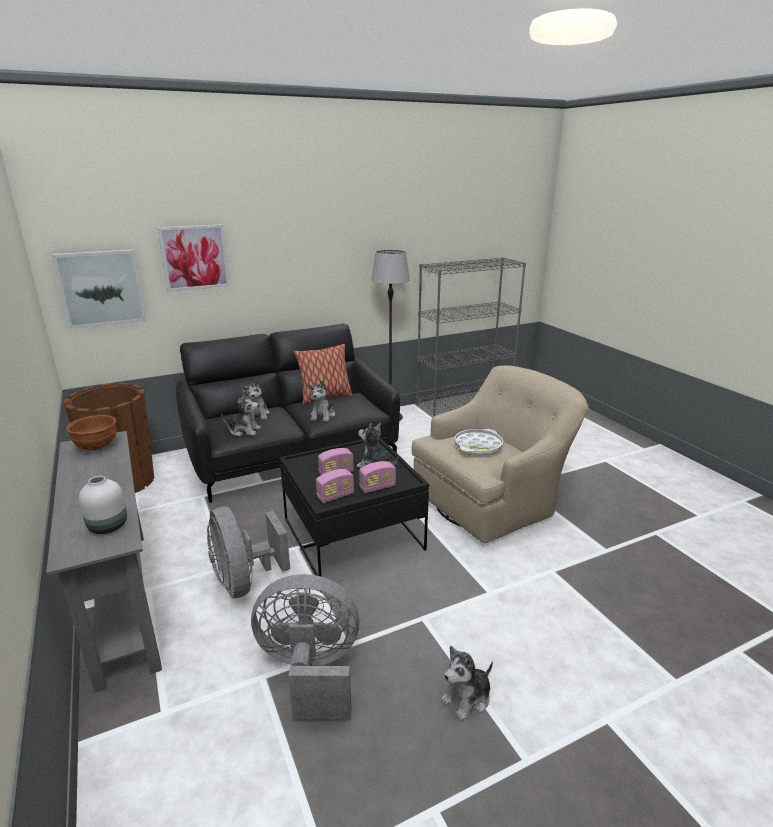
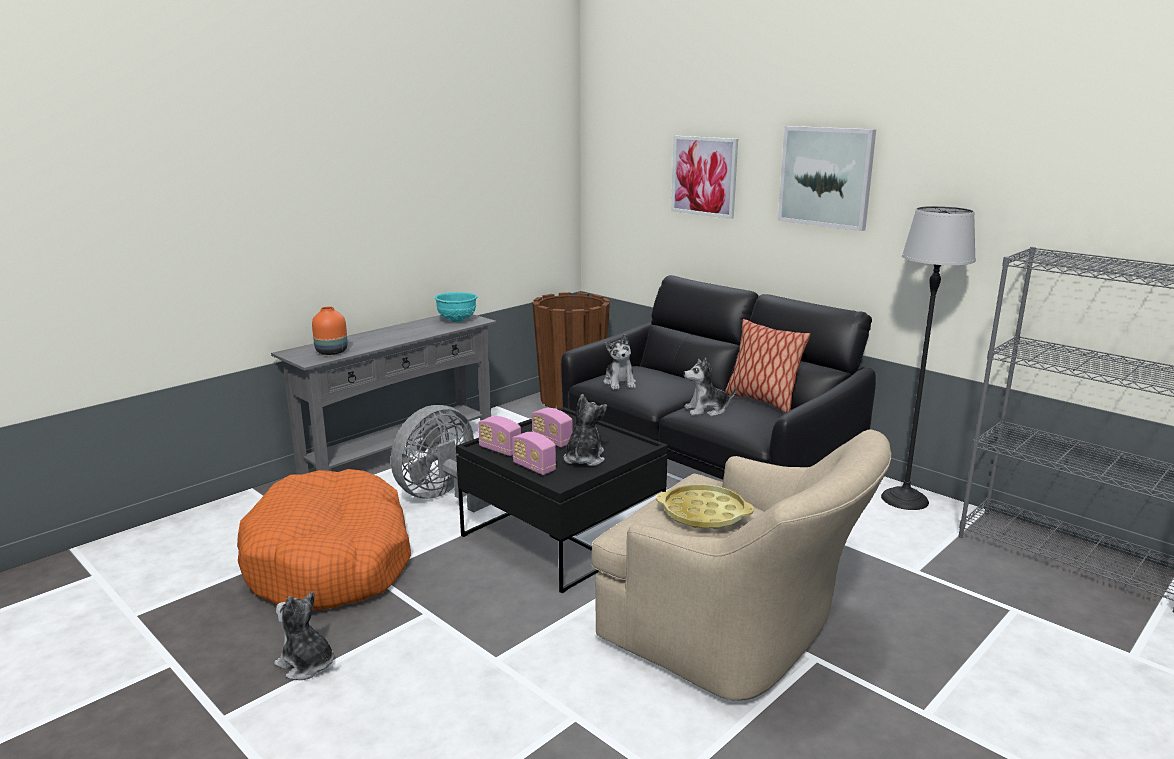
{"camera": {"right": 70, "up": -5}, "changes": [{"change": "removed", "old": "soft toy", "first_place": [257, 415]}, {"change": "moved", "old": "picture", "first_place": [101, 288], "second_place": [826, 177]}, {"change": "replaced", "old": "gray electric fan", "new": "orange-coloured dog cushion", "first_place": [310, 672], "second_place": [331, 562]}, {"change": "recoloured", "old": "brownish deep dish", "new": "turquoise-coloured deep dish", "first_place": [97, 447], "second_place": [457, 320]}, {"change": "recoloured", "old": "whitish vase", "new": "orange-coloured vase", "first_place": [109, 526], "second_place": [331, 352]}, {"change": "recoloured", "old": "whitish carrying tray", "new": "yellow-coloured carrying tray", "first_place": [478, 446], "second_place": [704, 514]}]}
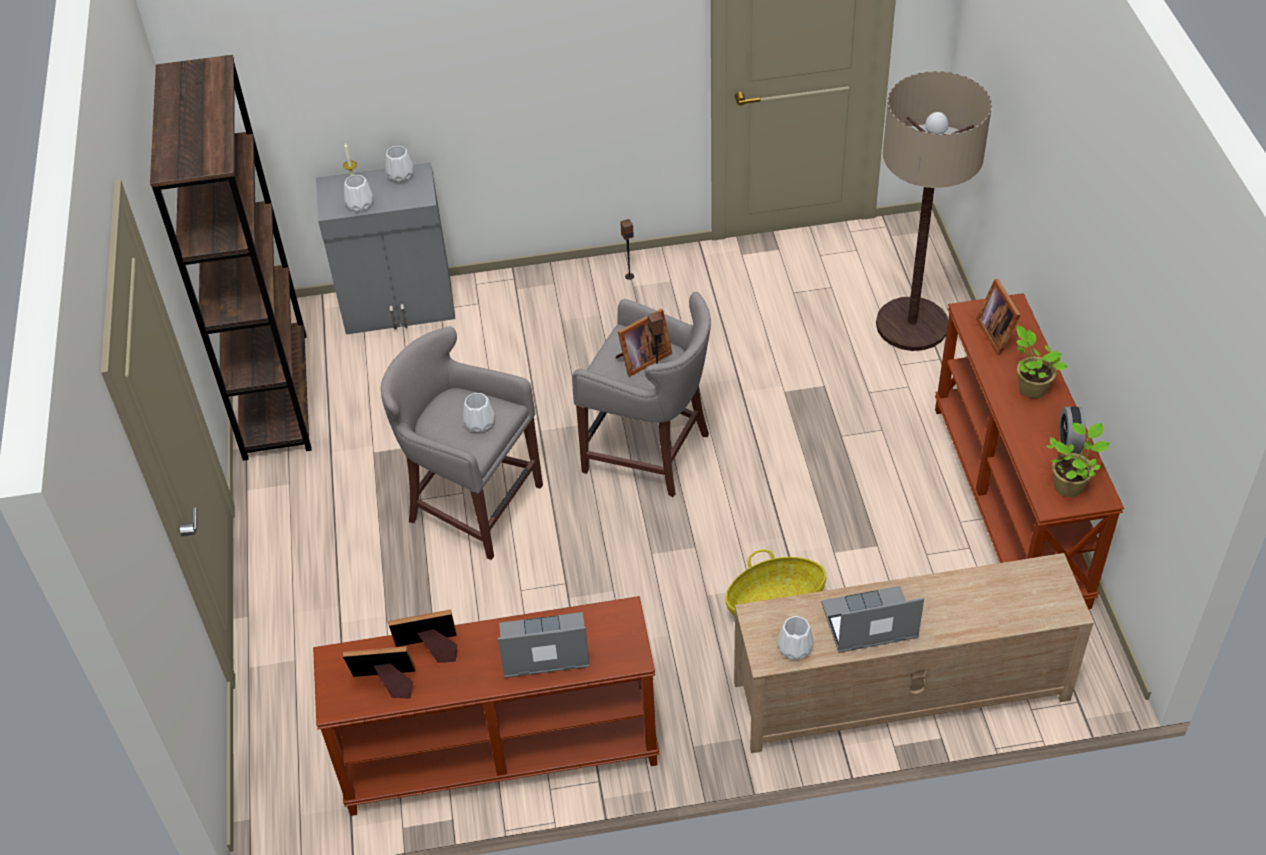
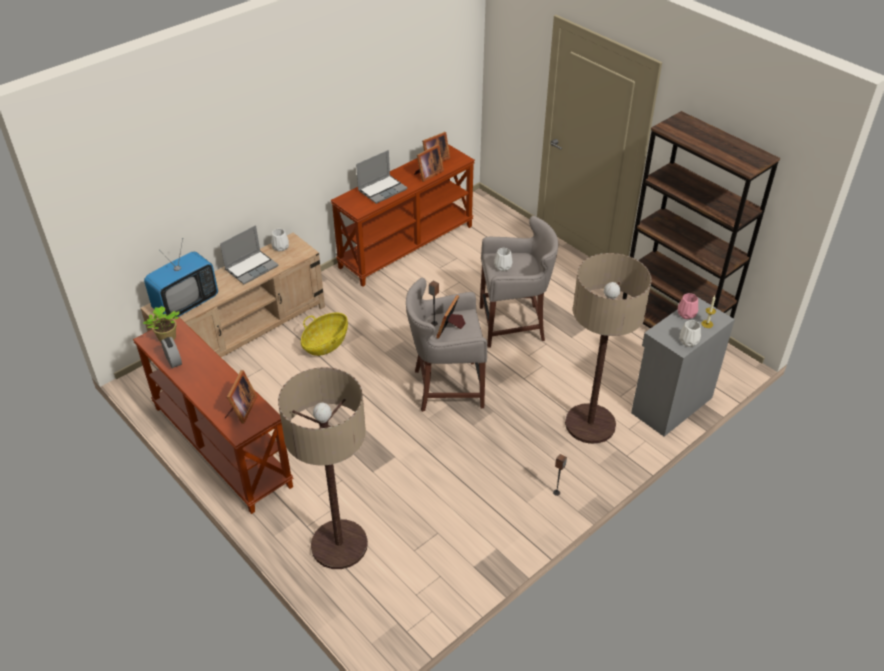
{"camera": {"right": 145, "up": -5}, "changes": [{"change": "removed", "old": "houseplant", "first_place": [1030, 387]}, {"change": "added", "new": "TV", "second_place": [186, 303]}, {"change": "added", "new": "standing lamp", "second_place": [590, 424]}, {"change": "recoloured", "old": "whitish vase", "new": "pink vase", "first_place": [360, 204], "second_place": [687, 314]}, {"change": "turned", "old": "photo frame", "first_place": [997, 333], "second_place": [241, 410], "degrees": 60}]}
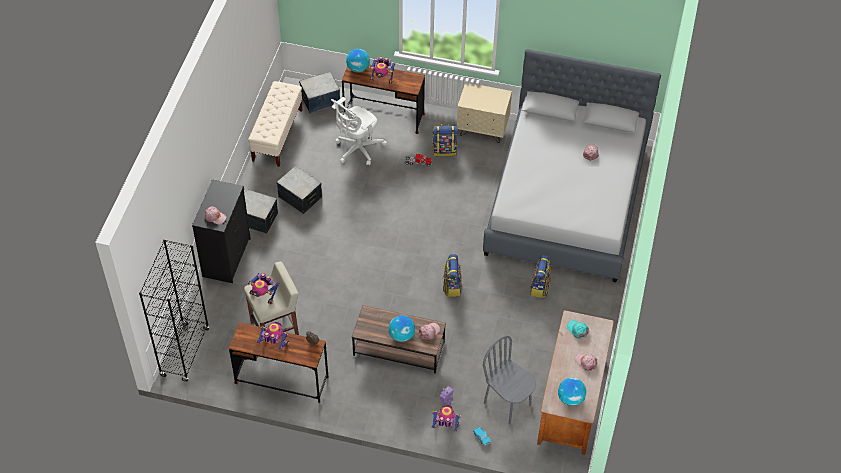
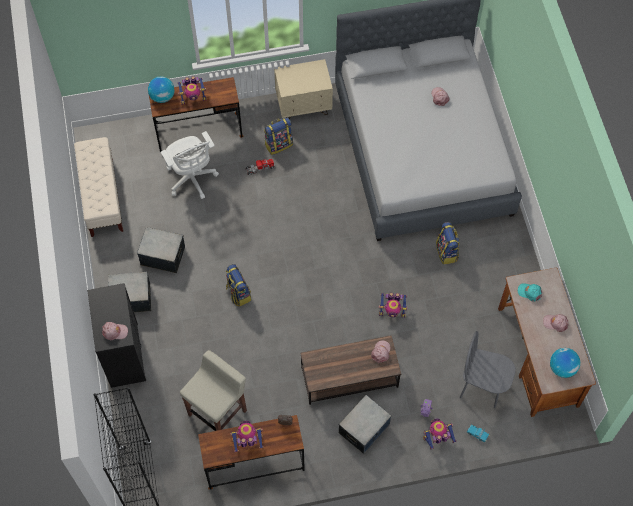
{"camera": {"right": -25, "up": 10}, "changes": [{"change": "removed", "old": "world globe", "first_place": [401, 336]}, {"change": "moved", "old": "robot figure", "first_place": [263, 295], "second_place": [392, 311]}, {"change": "moved", "old": "storage container", "first_place": [320, 100], "second_place": [364, 429]}, {"change": "moved", "old": "backpack", "first_place": [452, 286], "second_place": [238, 293]}, {"change": "turned", "old": "whitish office chair", "first_place": [357, 150], "second_place": [192, 179], "degrees": -45}]}
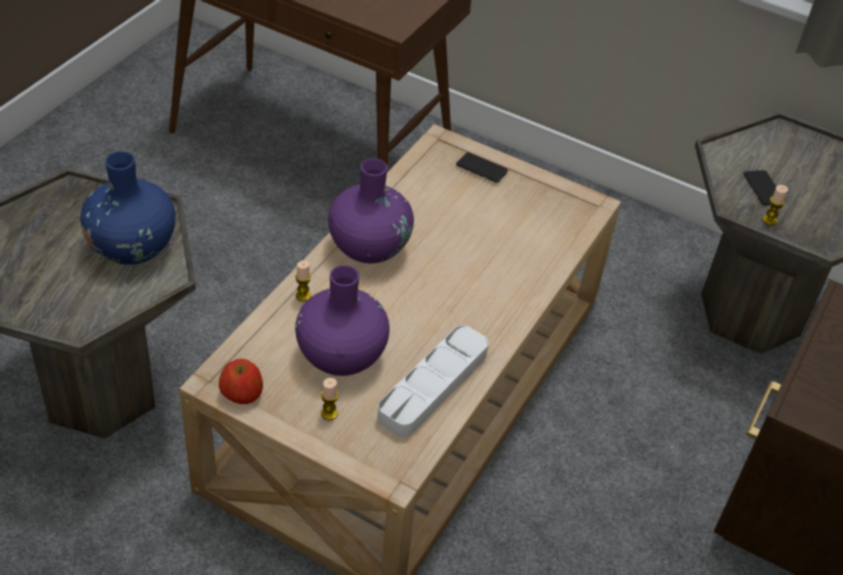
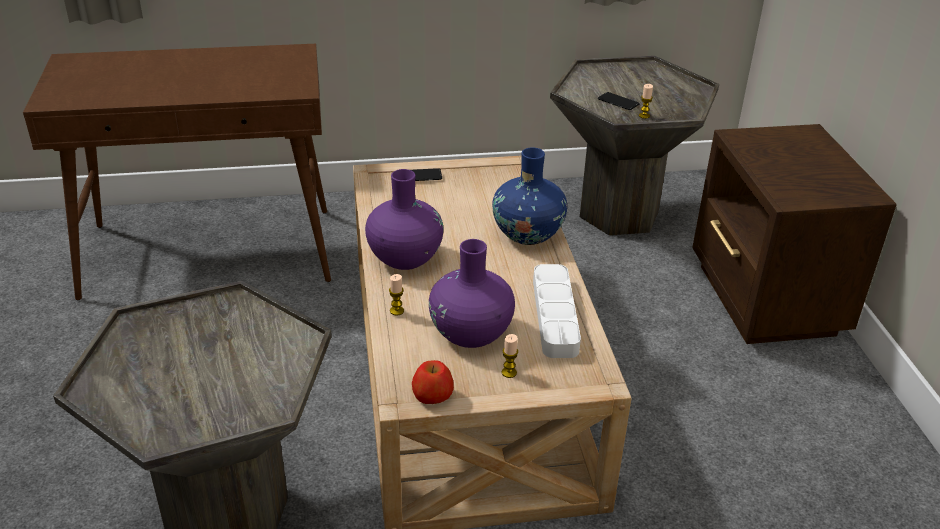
{"camera": {"right": -35, "up": -10}, "changes": [{"change": "moved", "old": "bluish vase", "first_place": [132, 247], "second_place": [528, 233]}]}
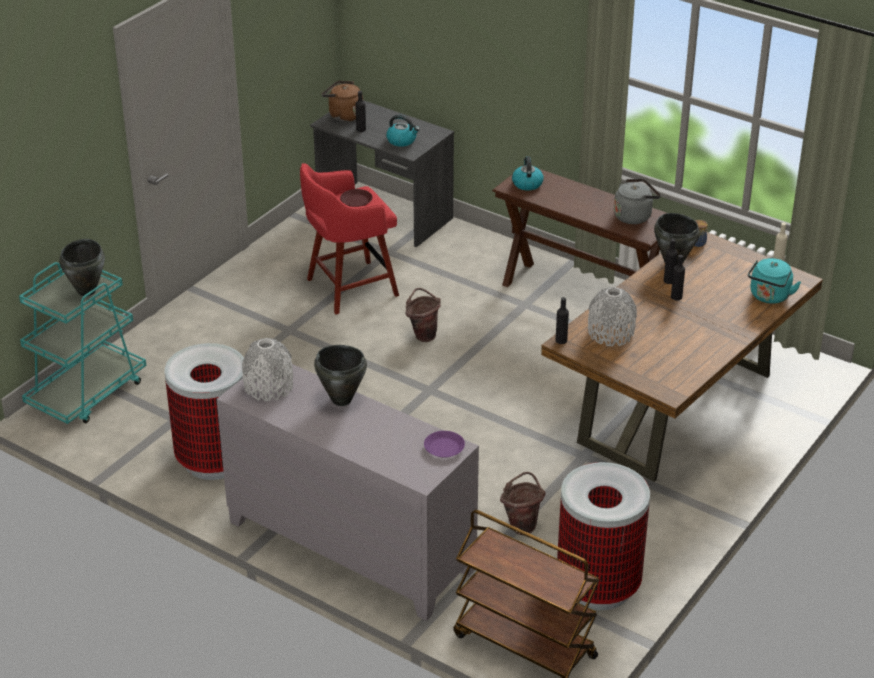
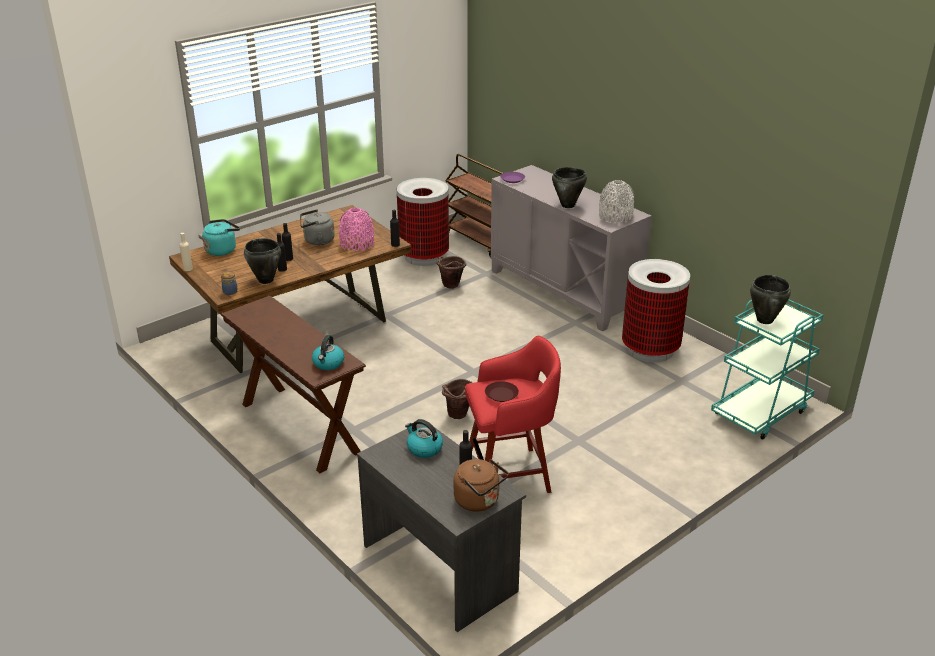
{"camera": {"right": -165, "up": -5}, "changes": [{"change": "moved", "old": "gray water kettle", "first_place": [634, 216], "second_place": [317, 241]}, {"change": "recoloured", "old": "gray vase", "new": "pink vase", "first_place": [610, 333], "second_place": [357, 244]}]}
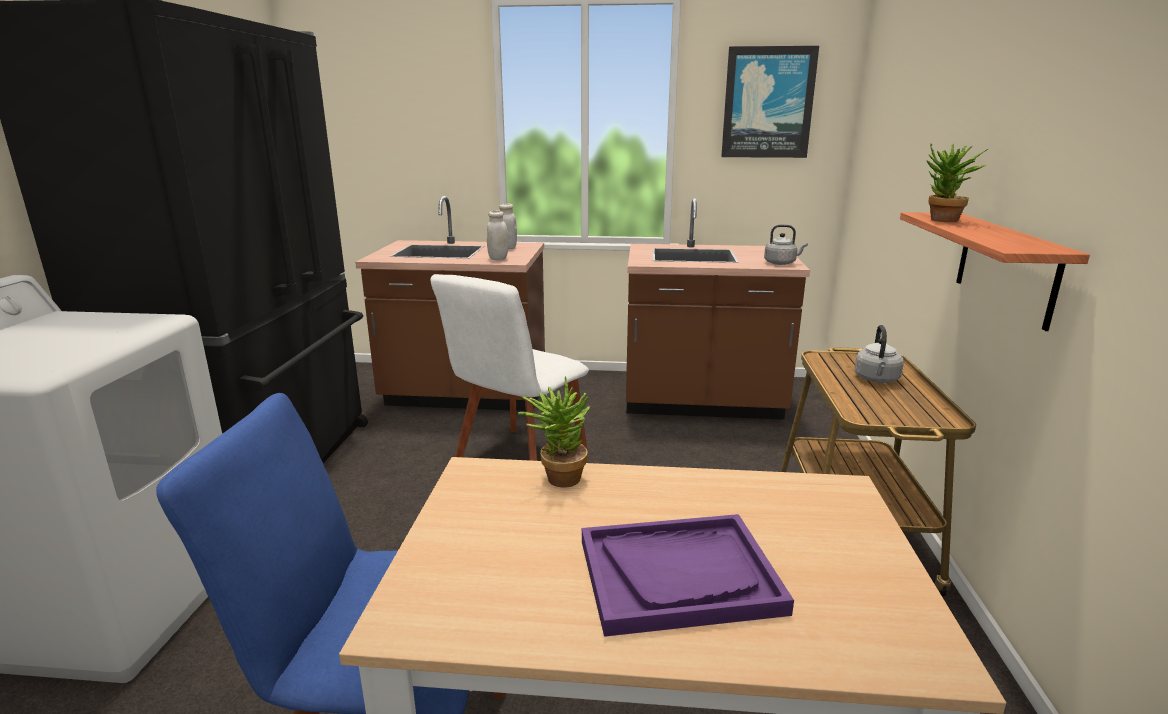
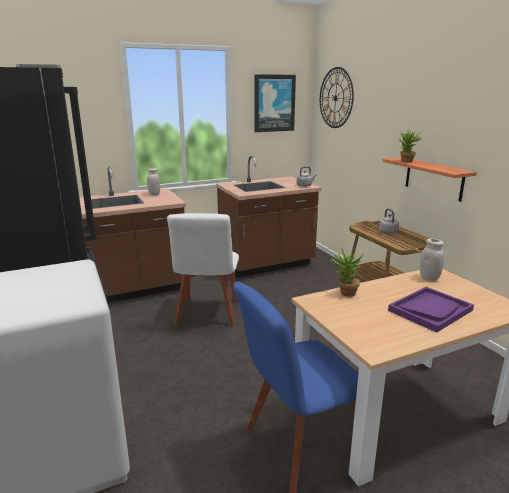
{"camera": {"right": -30, "up": 0}, "changes": [{"change": "added", "new": "clock on the wall", "second_place": [335, 98]}, {"change": "moved", "old": "whitish storage jar", "first_place": [498, 258], "second_place": [429, 278]}]}
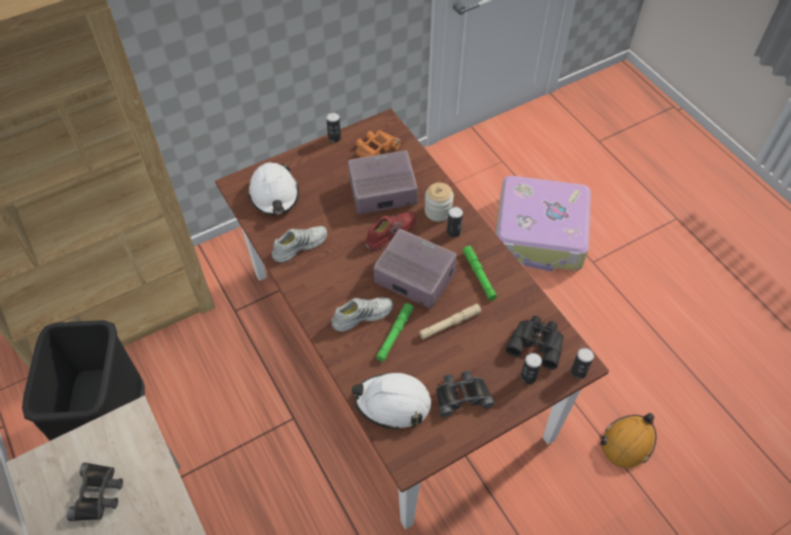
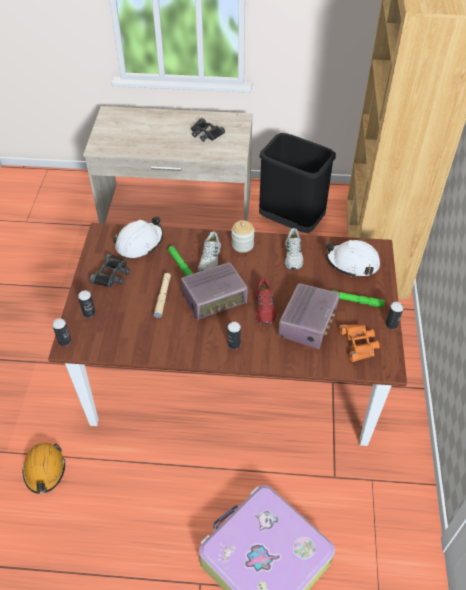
{"camera": {"right": 125, "up": -5}, "changes": [{"change": "removed", "old": "black-coloured binoculars", "first_place": [536, 342]}, {"change": "moved", "old": "storage jar", "first_place": [438, 211], "second_place": [242, 245]}, {"change": "moved", "old": "greenish hand torch", "first_place": [479, 275], "second_place": [356, 301]}]}
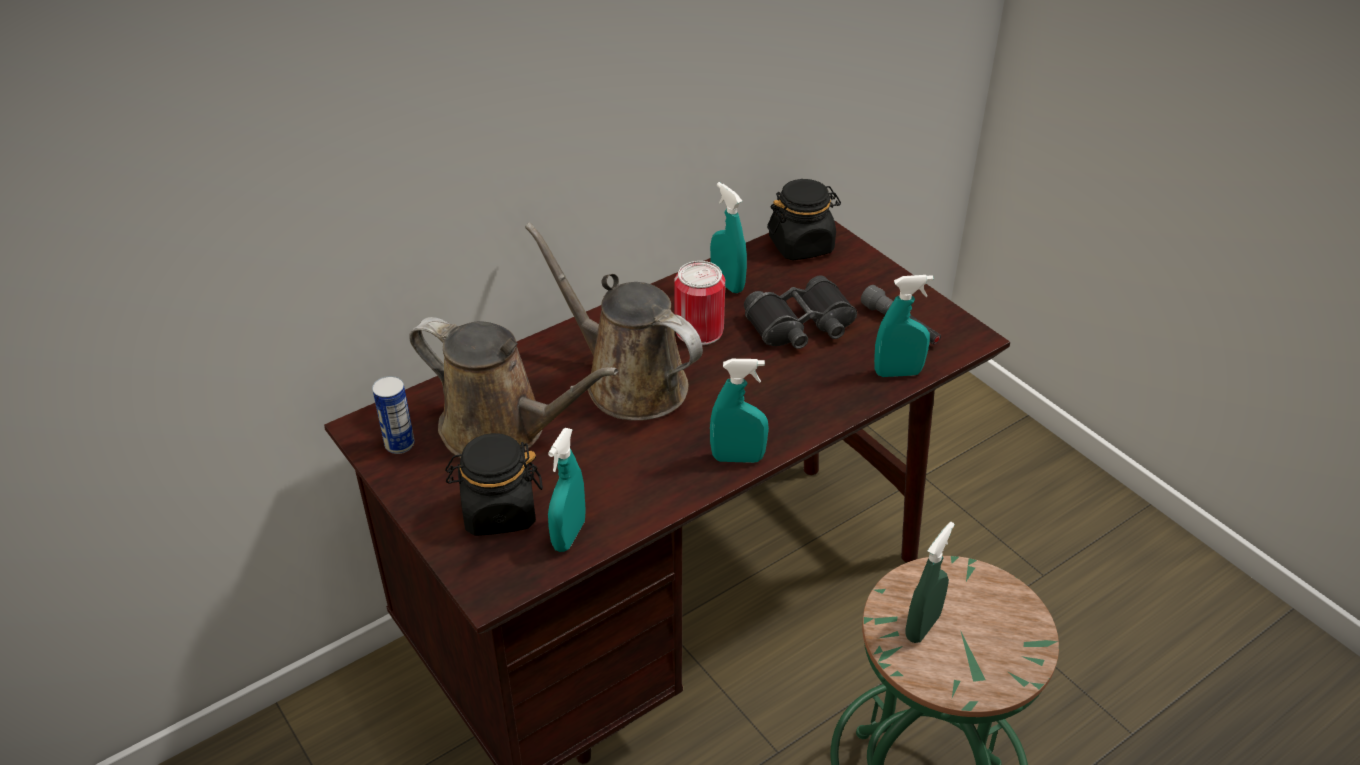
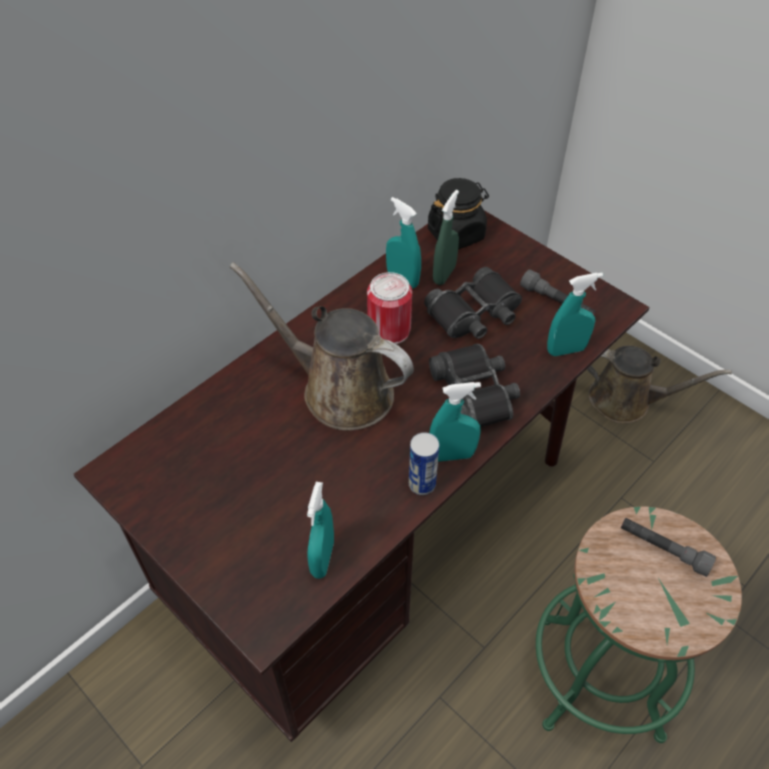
{"camera": {"right": -10, "up": 10}, "changes": [{"change": "removed", "old": "black-coloured storage jar", "first_place": [498, 512]}, {"change": "added", "new": "black-coloured binoculars", "second_place": [475, 393]}, {"change": "added", "new": "gray hand torch", "second_place": [663, 549]}, {"change": "moved", "old": "sealed can", "first_place": [399, 444], "second_place": [422, 484]}, {"change": "moved", "old": "brownish watering pot", "first_place": [502, 430], "second_place": [626, 401]}, {"change": "moved", "old": "greenish hand sprayer", "first_place": [922, 626], "second_place": [444, 274]}]}
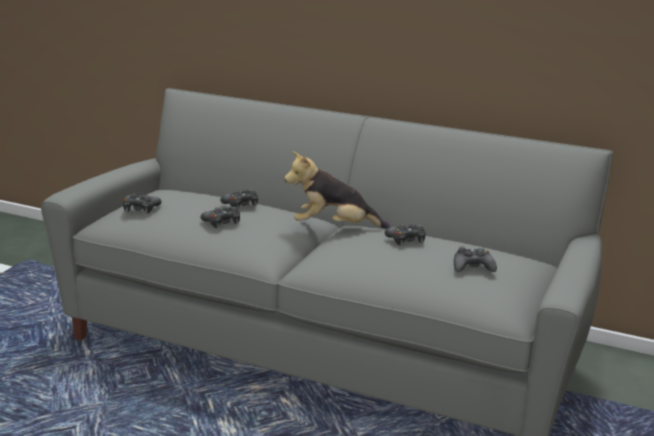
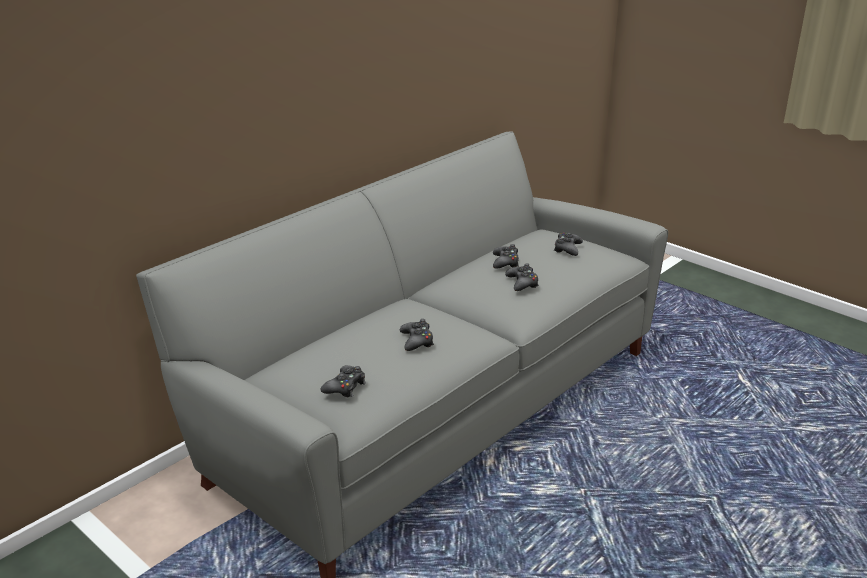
{"camera": {"right": -70, "up": 5}, "changes": [{"change": "removed", "old": "soft toy", "first_place": [334, 227]}, {"change": "moved", "old": "black-coloured joypad", "first_place": [241, 204], "second_place": [522, 283]}]}
